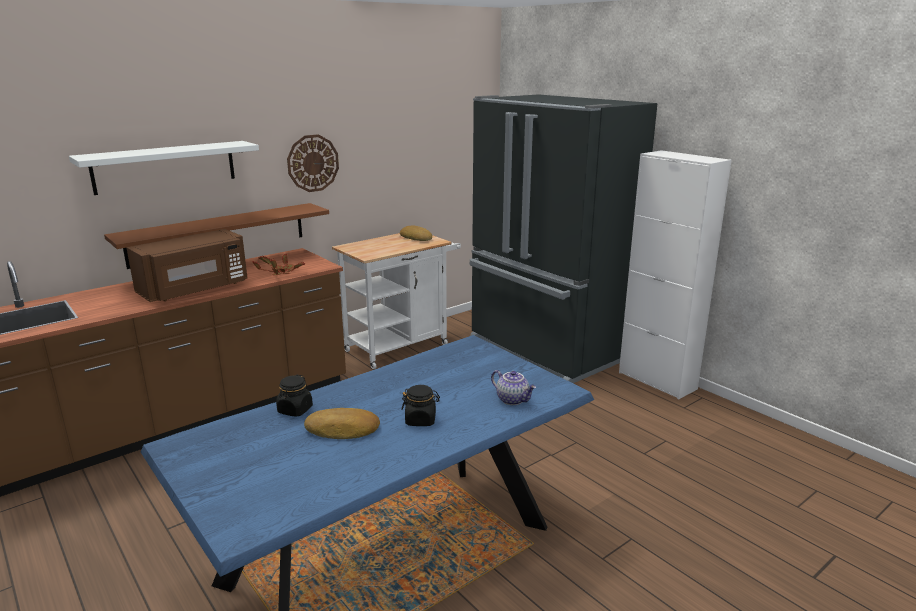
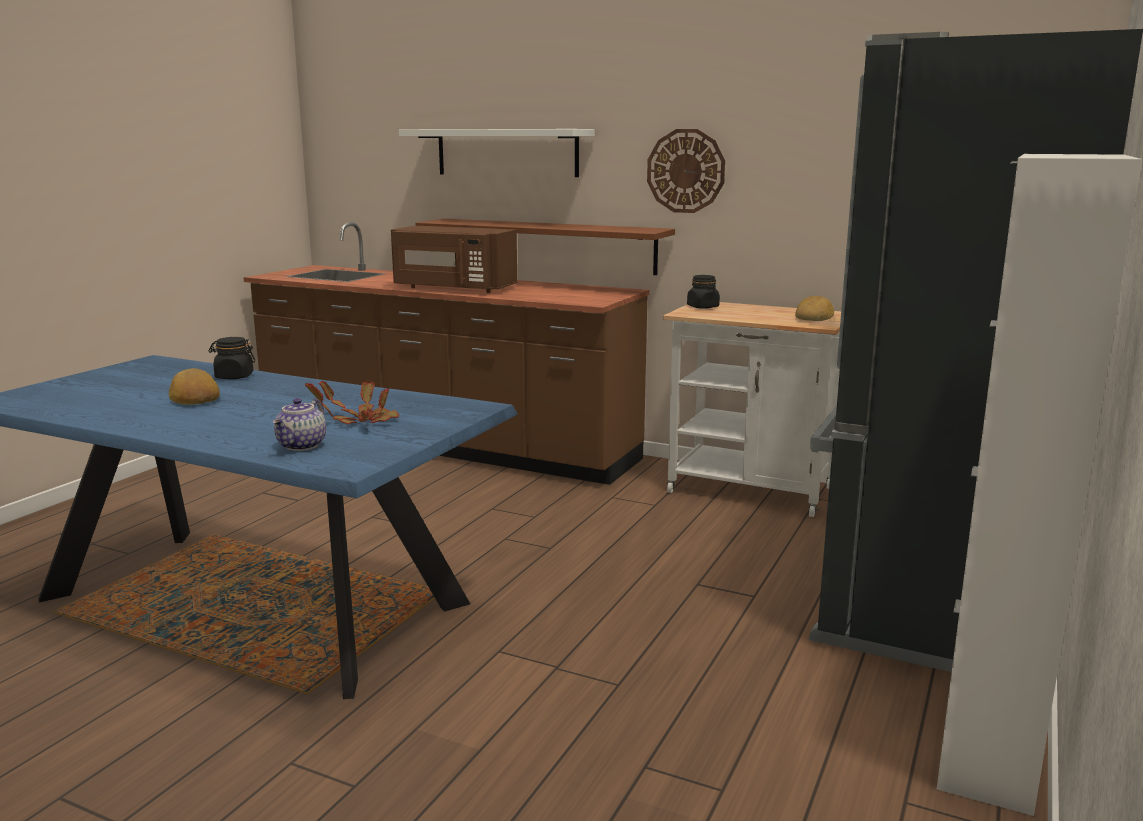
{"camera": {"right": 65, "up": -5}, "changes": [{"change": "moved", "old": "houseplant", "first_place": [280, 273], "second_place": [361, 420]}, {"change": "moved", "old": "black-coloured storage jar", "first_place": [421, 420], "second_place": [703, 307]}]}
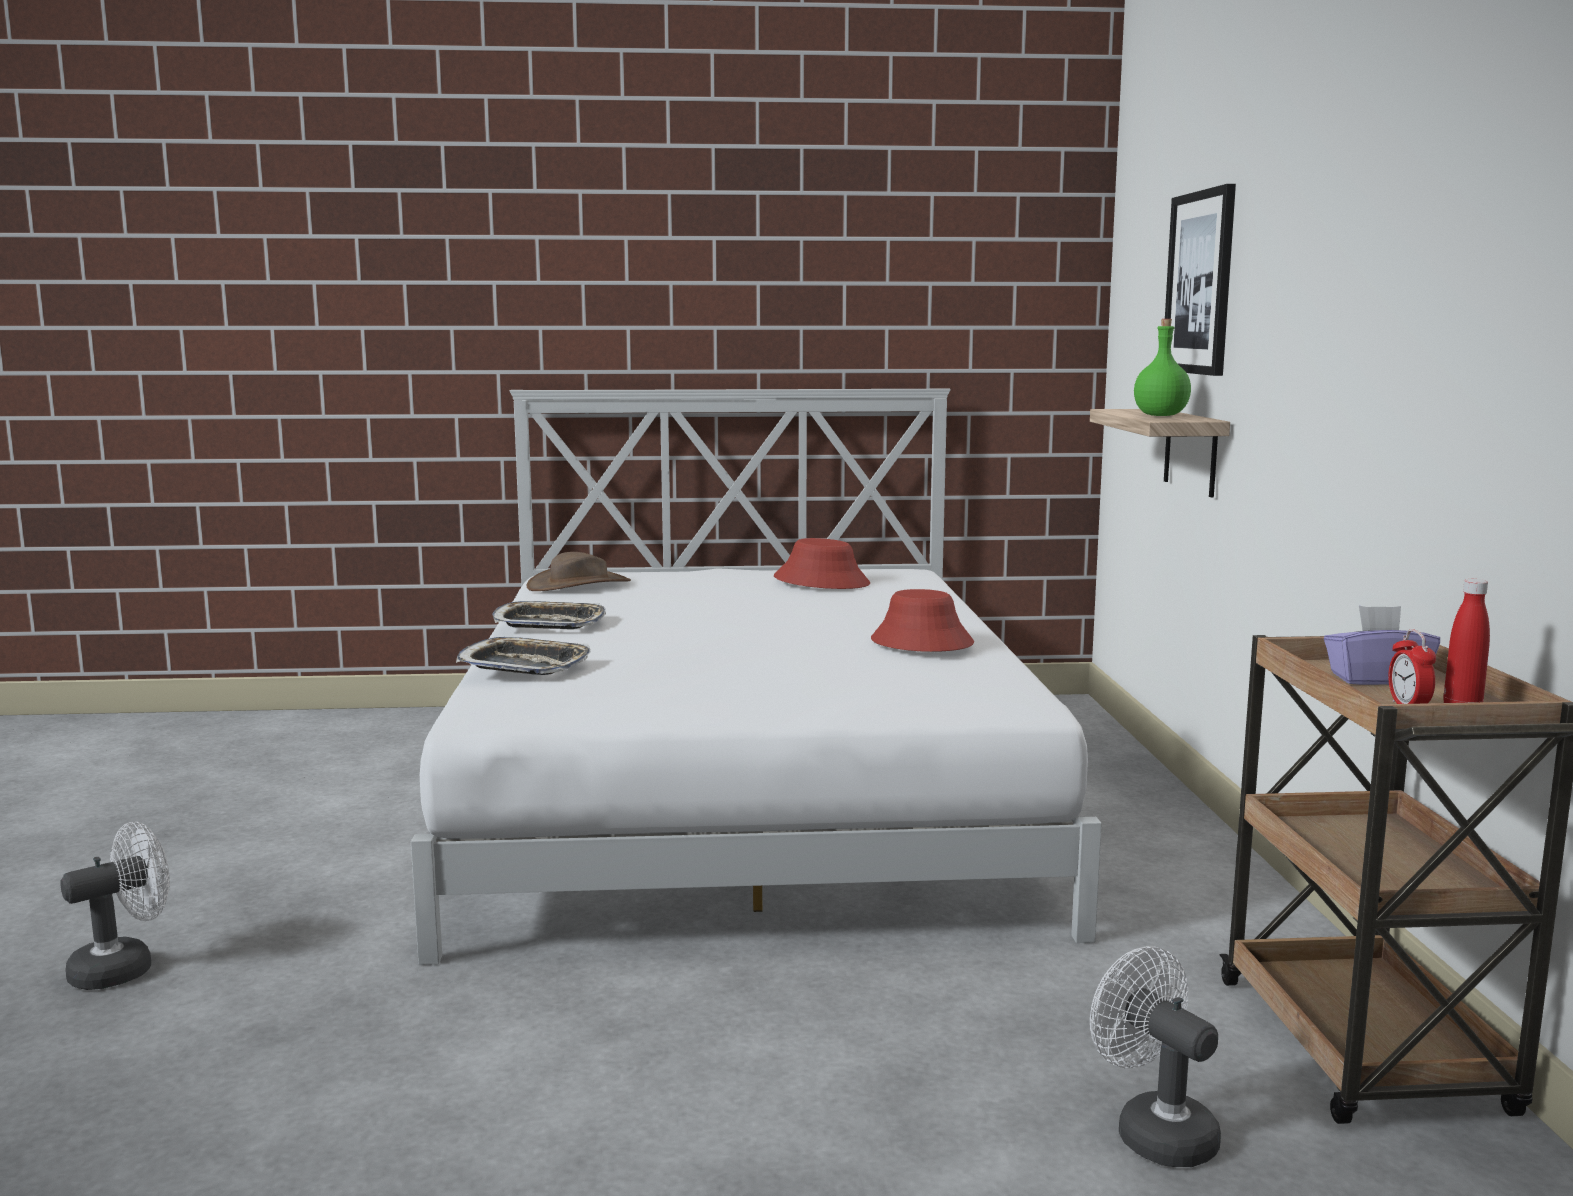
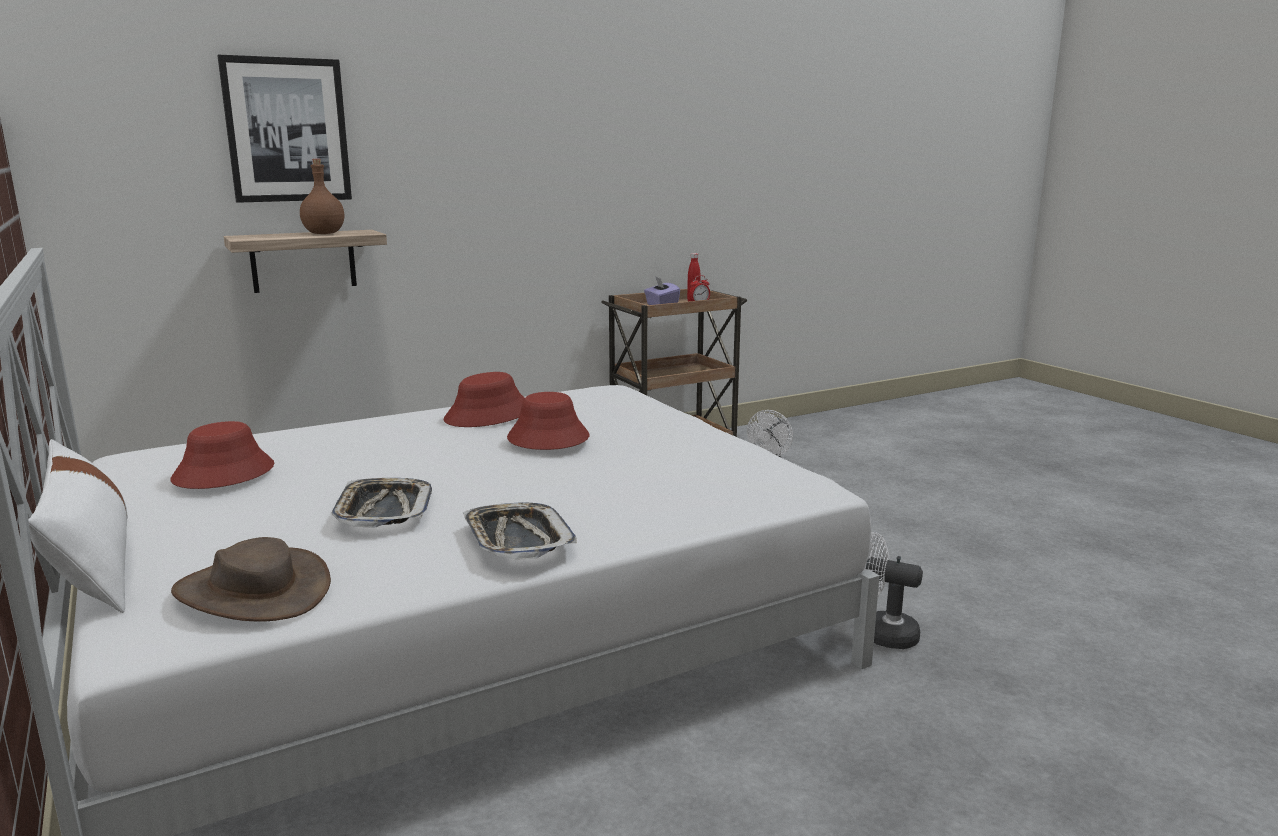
{"camera": {"right": -115, "up": 5}, "changes": [{"change": "added", "new": "whitish pillow", "second_place": [93, 565]}, {"change": "added", "new": "red clothing hat", "second_place": [548, 438]}, {"change": "moved", "old": "whitish electric fan", "first_place": [125, 968], "second_place": [881, 634]}, {"change": "moved", "old": "carrying tray", "first_place": [525, 666], "second_place": [383, 510]}, {"change": "recoloured", "old": "greenish beverage bottle", "new": "brownish beverage bottle", "first_place": [1161, 415], "second_place": [323, 233]}]}
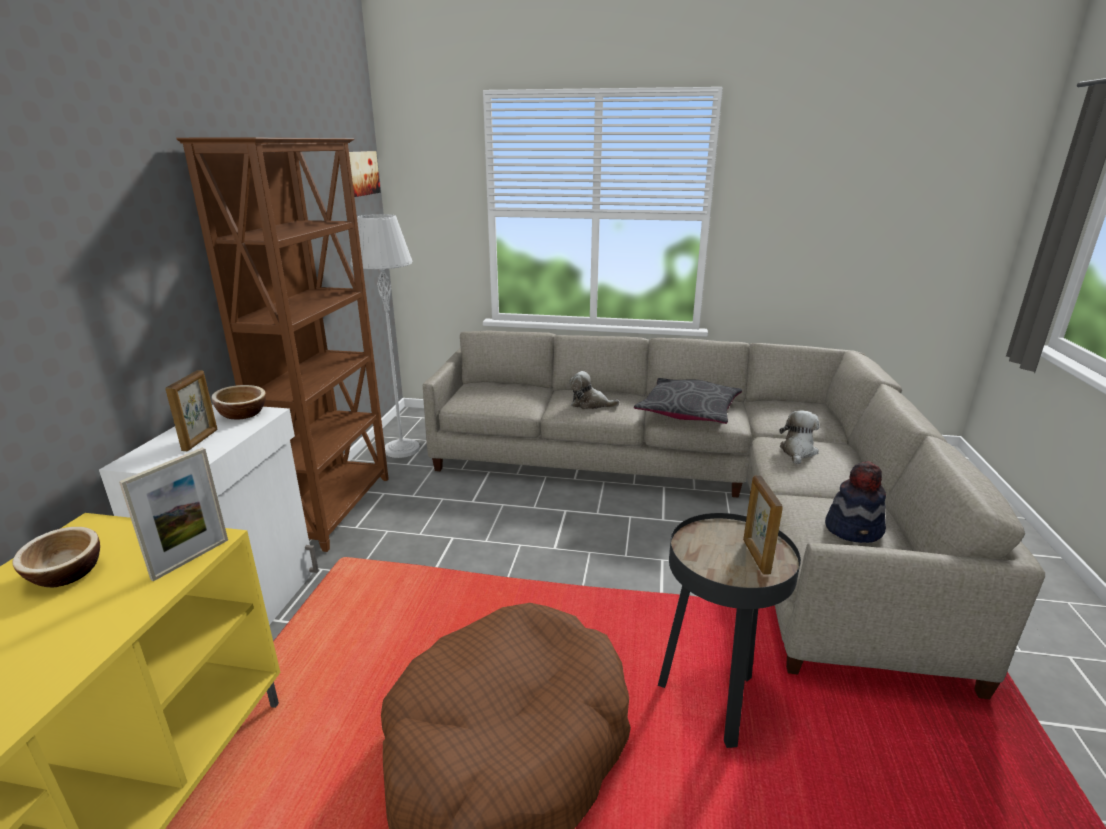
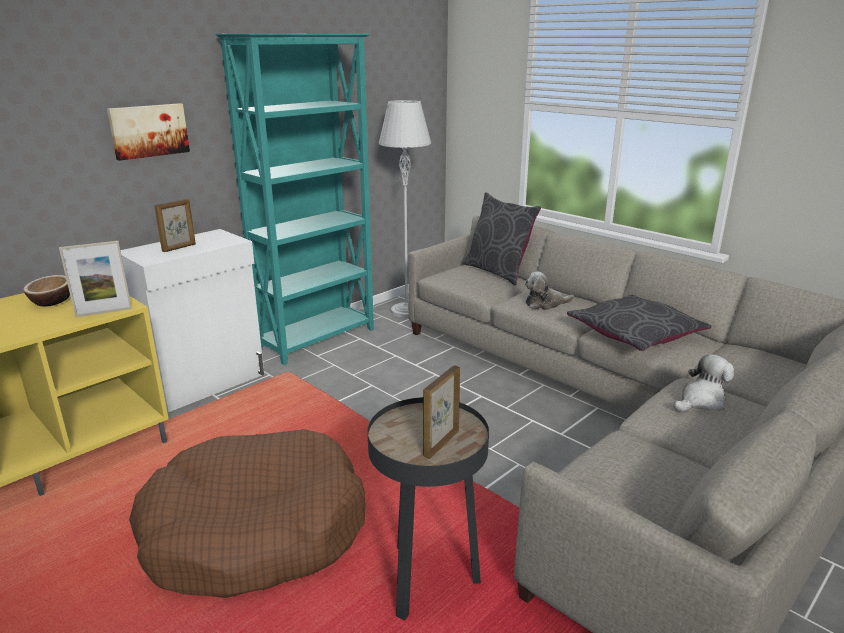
{"camera": {"right": 35, "up": 0}, "changes": [{"change": "removed", "old": "deep dish", "first_place": [242, 414]}, {"change": "removed", "old": "clothing hat", "first_place": [854, 529]}, {"change": "added", "new": "gray pillow", "second_place": [498, 272]}, {"change": "moved", "old": "picture", "first_place": [359, 173], "second_place": [148, 130]}, {"change": "recoloured", "old": "brownish bookcase", "new": "turquoise-coloured bookcase", "first_place": [337, 508], "second_place": [319, 339]}, {"change": "turned", "old": "soft toy", "first_place": [590, 404], "second_place": [545, 304], "degrees": -60}]}
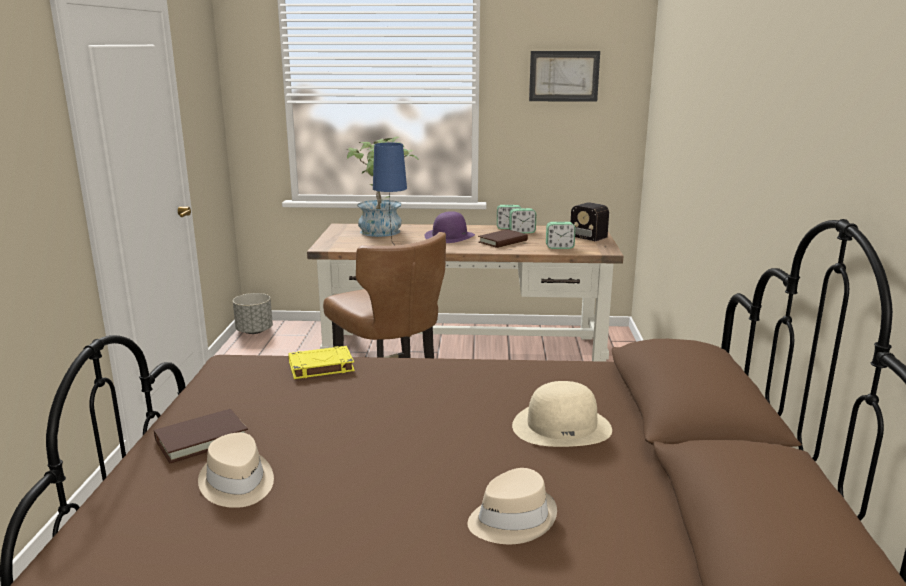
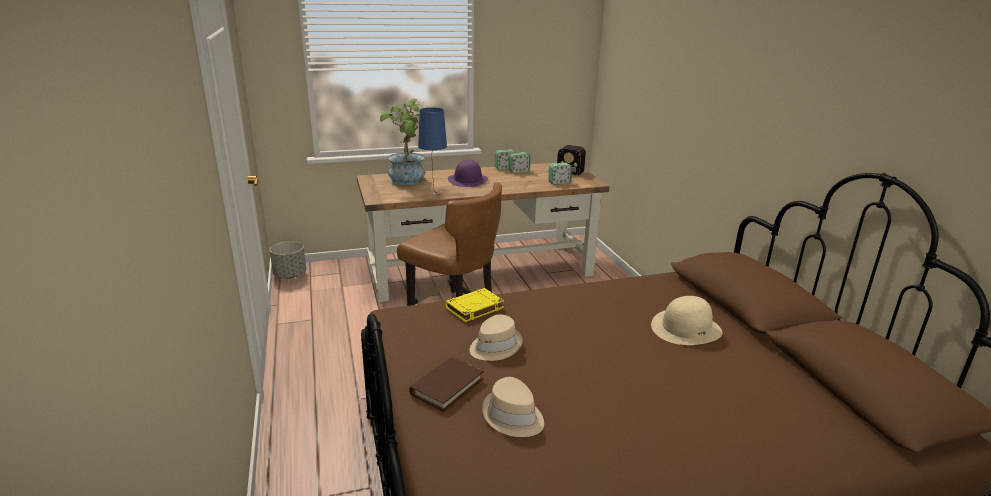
{"camera": {"right": -20, "up": 5}, "changes": [{"change": "removed", "old": "brownish volume", "first_place": [503, 241]}, {"change": "removed", "old": "picture", "first_place": [564, 76]}, {"change": "moved", "old": "beige clothing hat", "first_place": [512, 519], "second_place": [495, 346]}]}
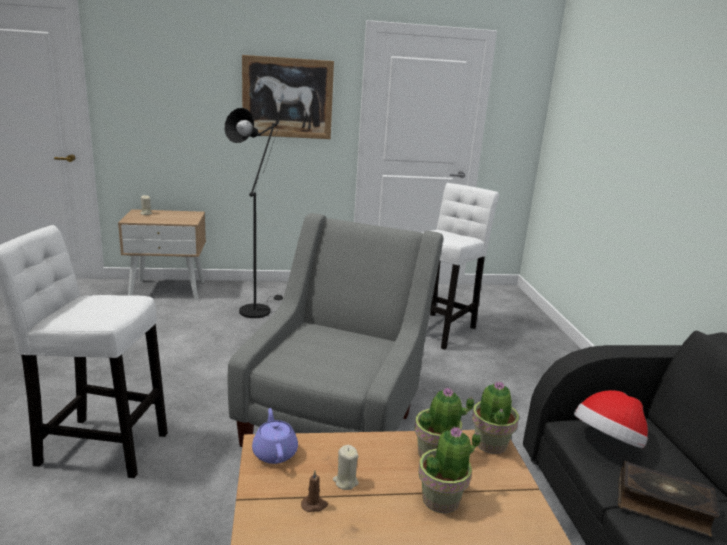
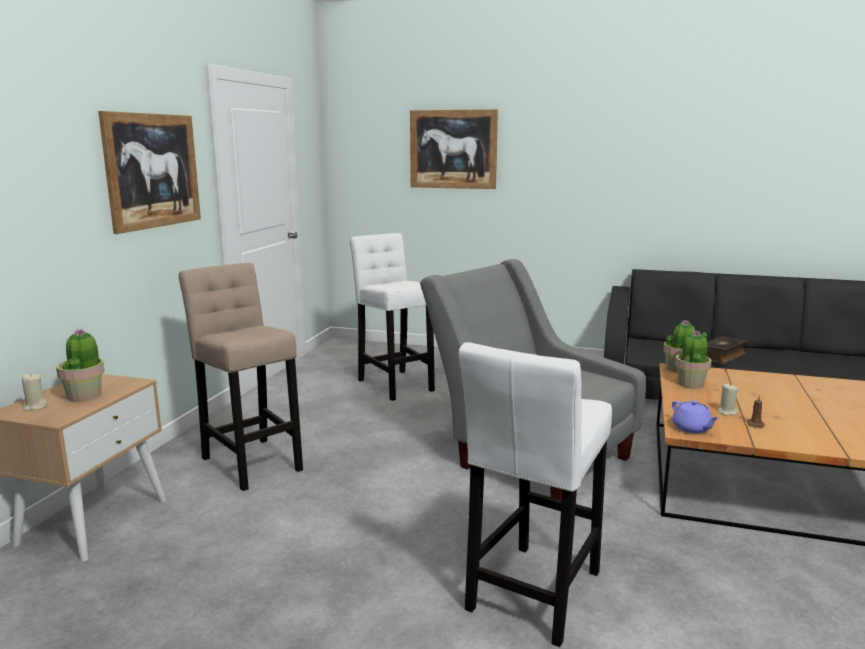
{"camera": {"right": -65, "up": -5}, "changes": [{"change": "removed", "old": "clothing hat", "first_place": [607, 442]}, {"change": "added", "new": "picture", "second_place": [453, 149]}, {"change": "moved", "old": "houseplant", "first_place": [441, 499], "second_place": [85, 396]}, {"change": "replaced", "old": "black-coloured standing lamp", "new": "beige stool", "first_place": [257, 309], "second_place": [250, 461]}, {"change": "turned", "old": "purple tea pot", "first_place": [274, 452], "second_place": [692, 429], "degrees": -120}]}
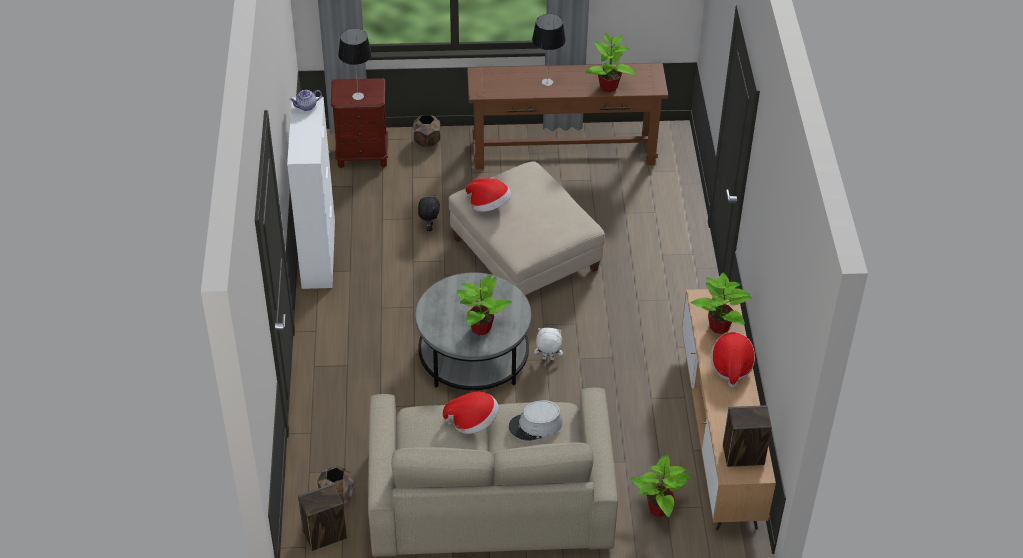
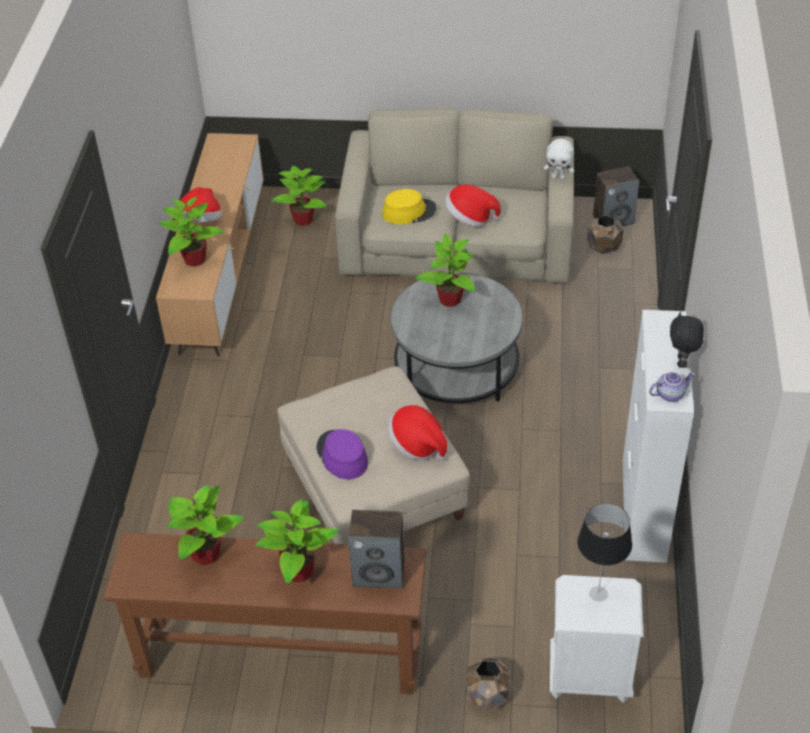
{"camera": {"right": -170, "up": 0}, "changes": [{"change": "added", "new": "purple clothing hat", "second_place": [341, 455]}, {"change": "moved", "old": "black-coloured soft toy", "first_place": [429, 227], "second_place": [682, 362]}, {"change": "moved", "old": "whitish soft toy", "first_place": [548, 359], "second_place": [558, 177]}, {"change": "moved", "old": "speaker", "first_place": [743, 455], "second_place": [379, 572]}, {"change": "replaced", "old": "tabletop lamp", "new": "houseplant", "first_place": [547, 82], "second_place": [298, 571]}, {"change": "recoloured", "old": "brownish night table", "new": "whitish night table", "first_place": [362, 155], "second_place": [589, 676]}, {"change": "recoloured", "old": "gray clothing hat", "new": "yellow-coloured clothing hat", "first_place": [536, 425], "second_place": [409, 212]}]}
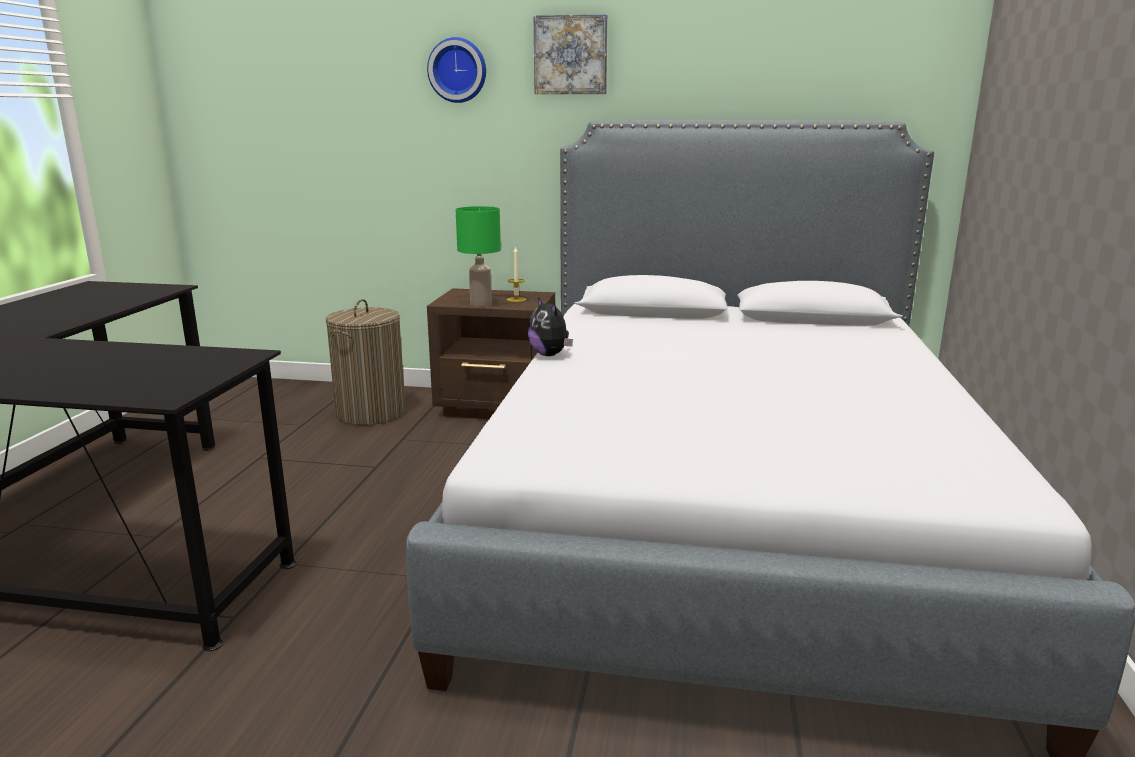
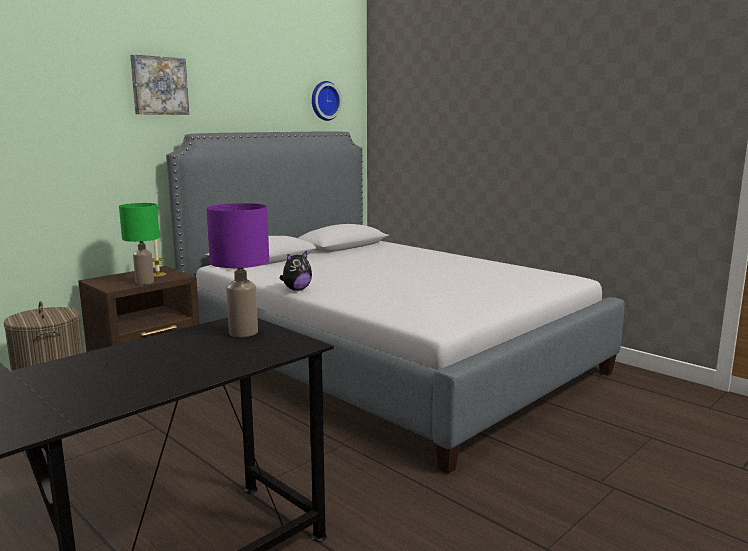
{"camera": {"right": -55, "up": -5}, "changes": [{"change": "added", "new": "purple tabletop lamp", "second_place": [242, 332]}, {"change": "moved", "old": "clock on the wall", "first_place": [458, 70], "second_place": [324, 101]}, {"change": "turned", "old": "soft toy", "first_place": [550, 355], "second_place": [296, 289], "degrees": -45}]}
